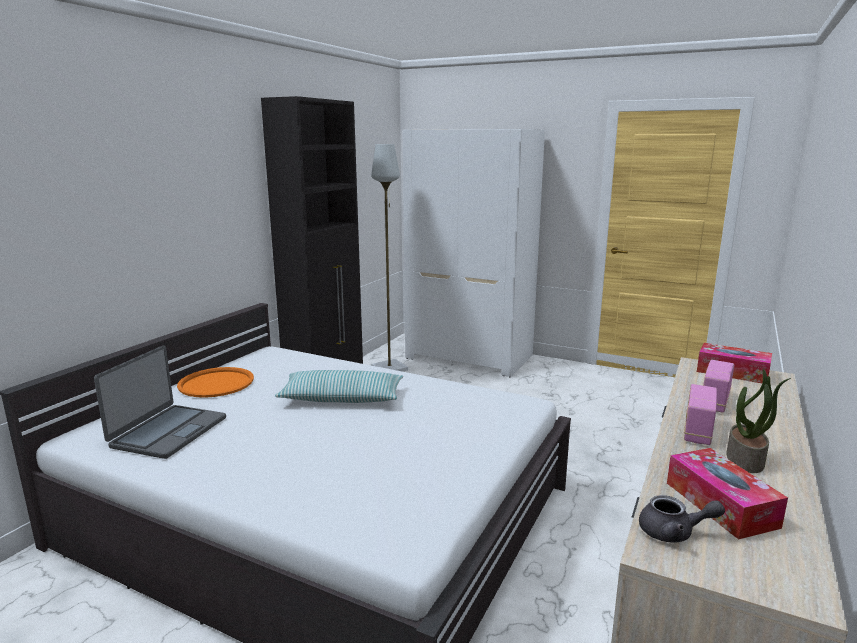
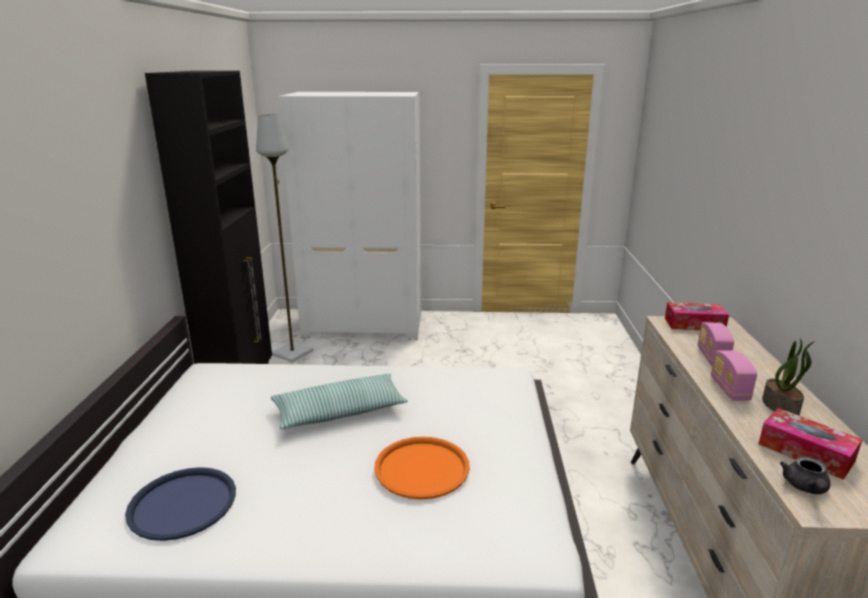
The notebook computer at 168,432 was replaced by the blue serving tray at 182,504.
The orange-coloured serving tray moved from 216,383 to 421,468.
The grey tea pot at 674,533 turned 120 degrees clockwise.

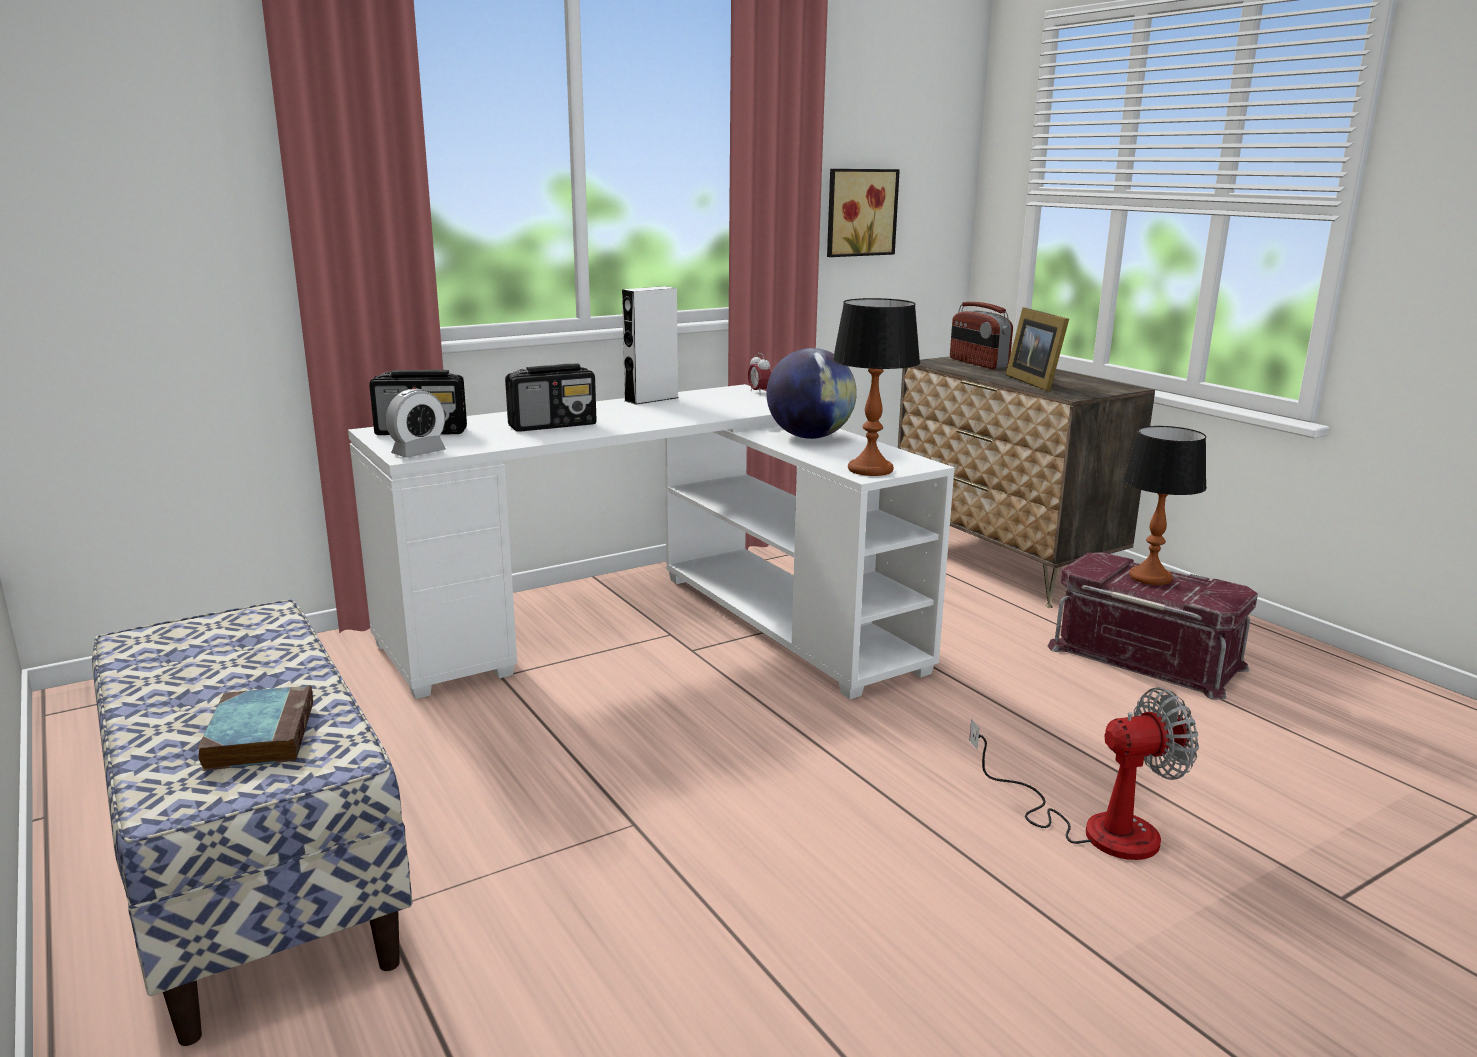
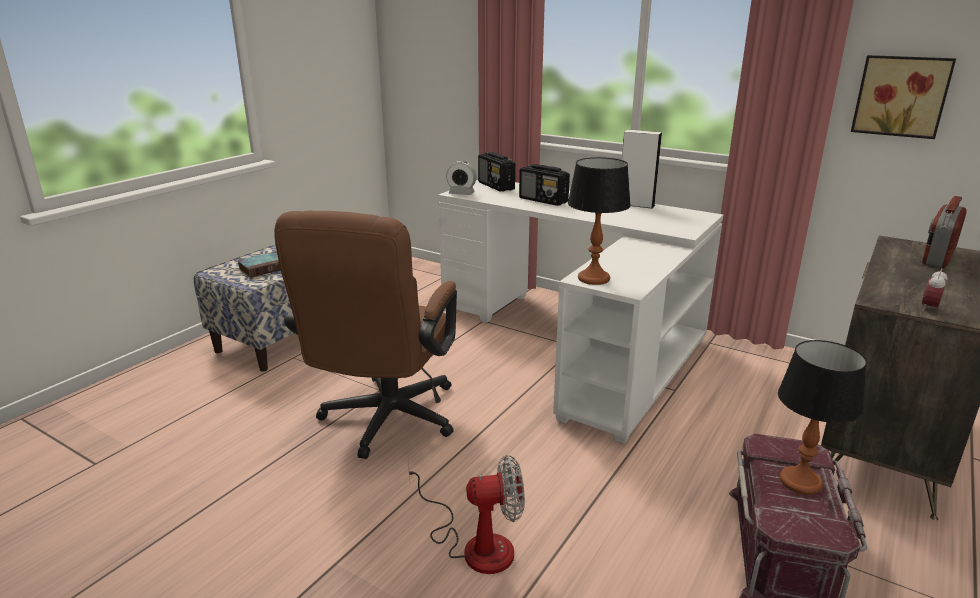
The brownish office chair at 385,423 appeared.
The fan at 1094,827 turned 60 degrees counterclockwise.
The table clock moved from 759,392 to 929,308.
The desk globe at 810,437 disappeared.
The photo frame at 1035,382 disappeared.

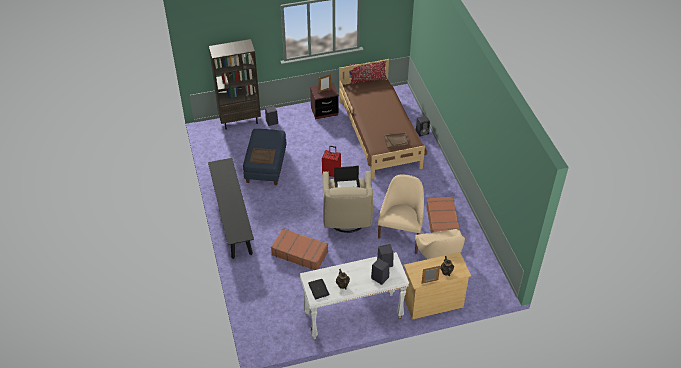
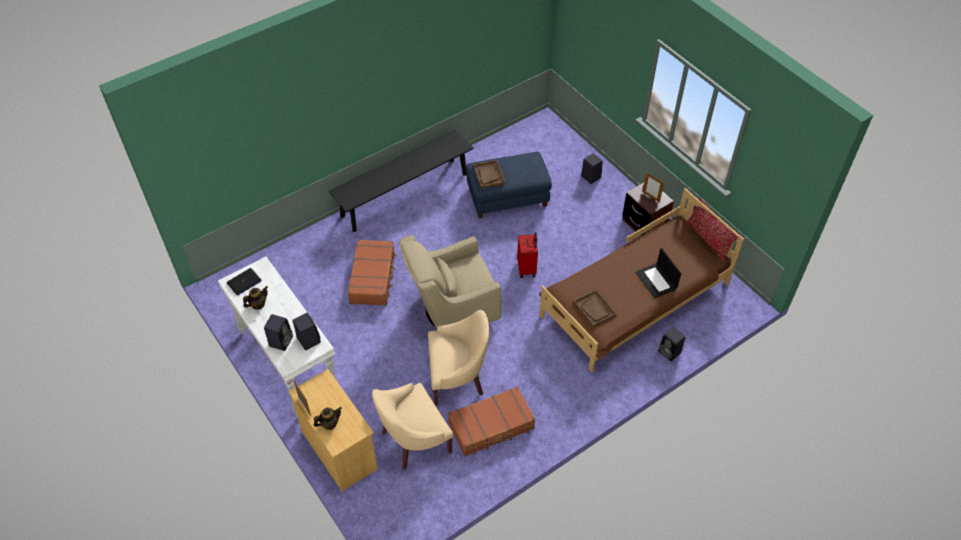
The notebook computer moved from 347,185 to 656,281.
The brownish bookshelf at 240,121 disappeared.

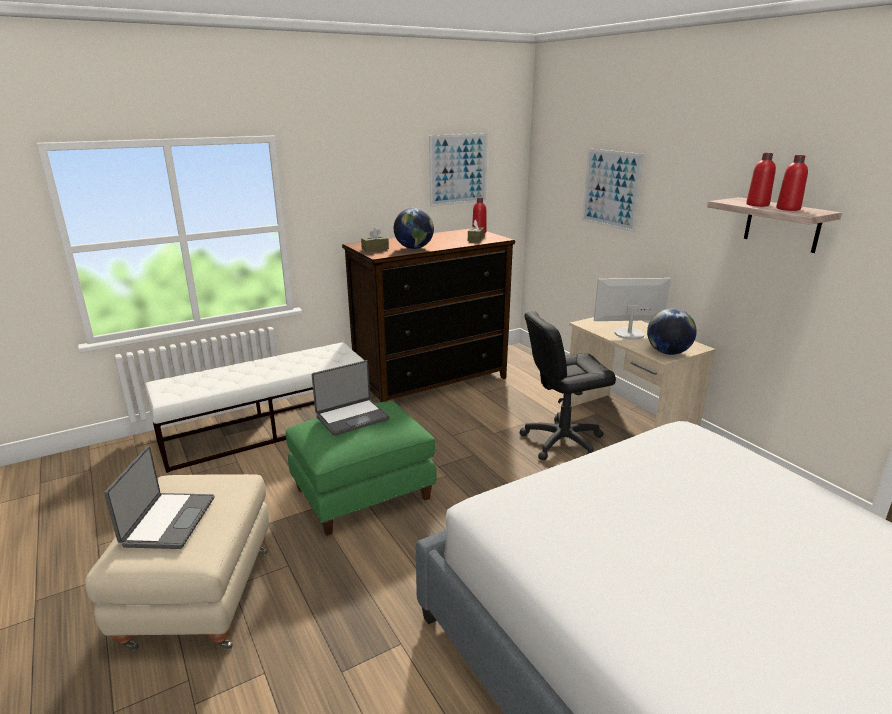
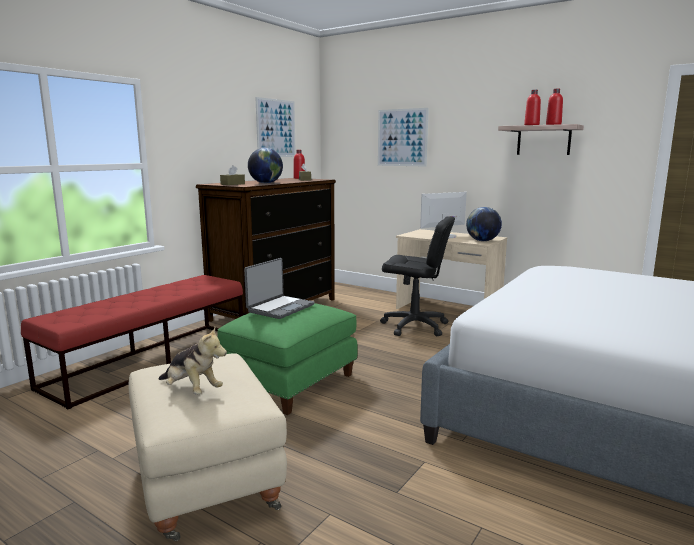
The white-coloured bench at 268,429 became the red-coloured bench at 151,360.
The notebook computer at 167,521 was replaced by the cuddly toy at 192,390.
The blackish office chair at 562,441 turned 120 degrees counterclockwise.

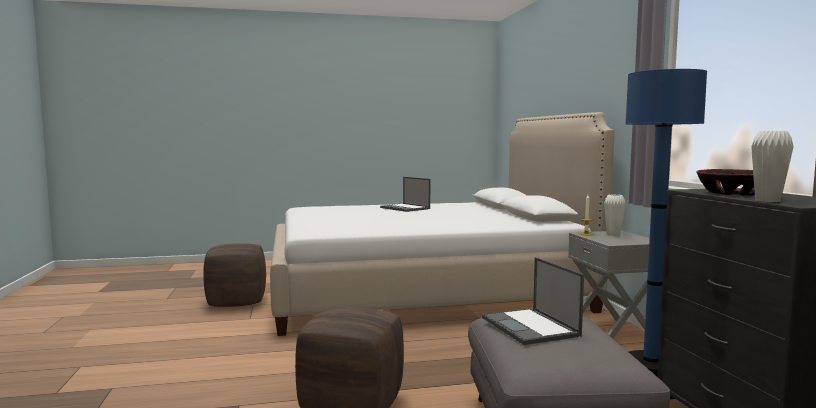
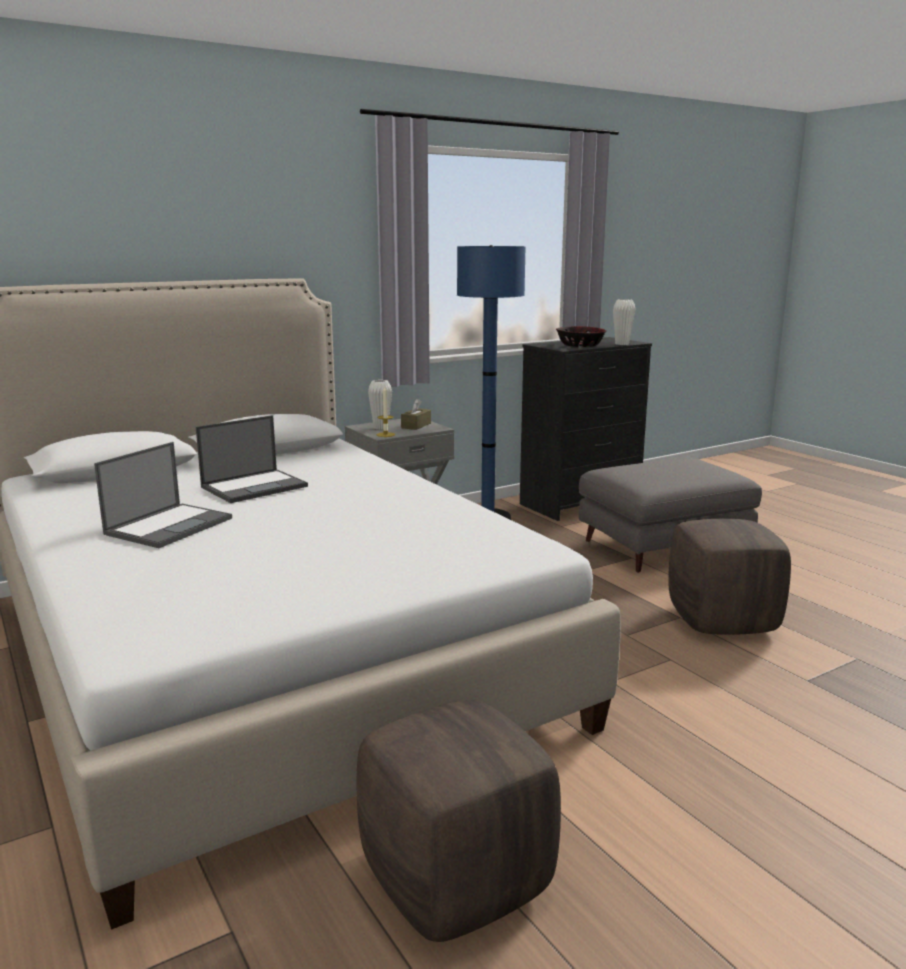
The notebook computer moved from 531,327 to 255,486.
The brownish tissue holder at 416,425 appeared.

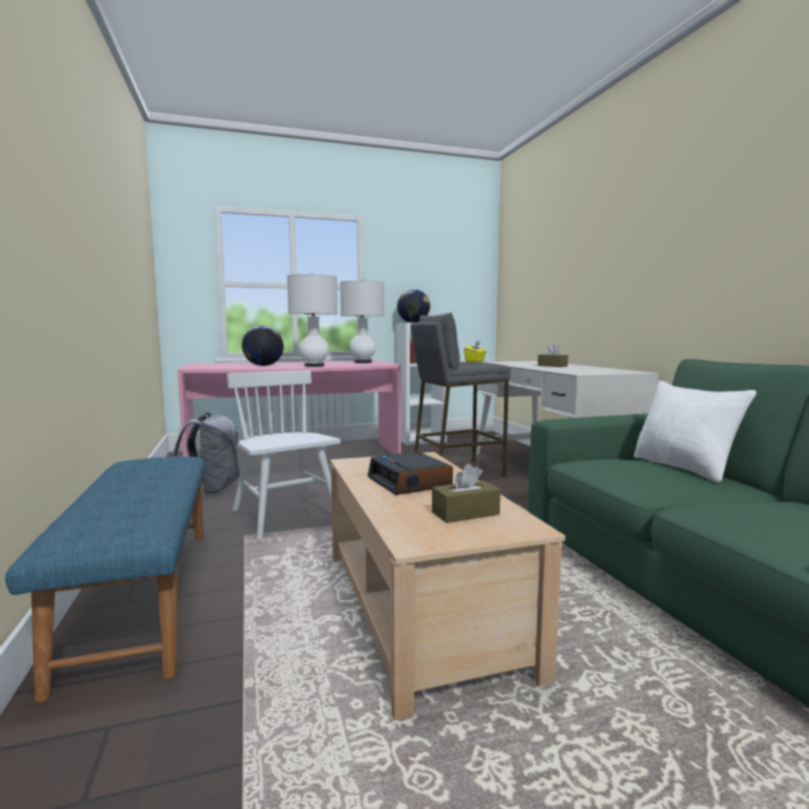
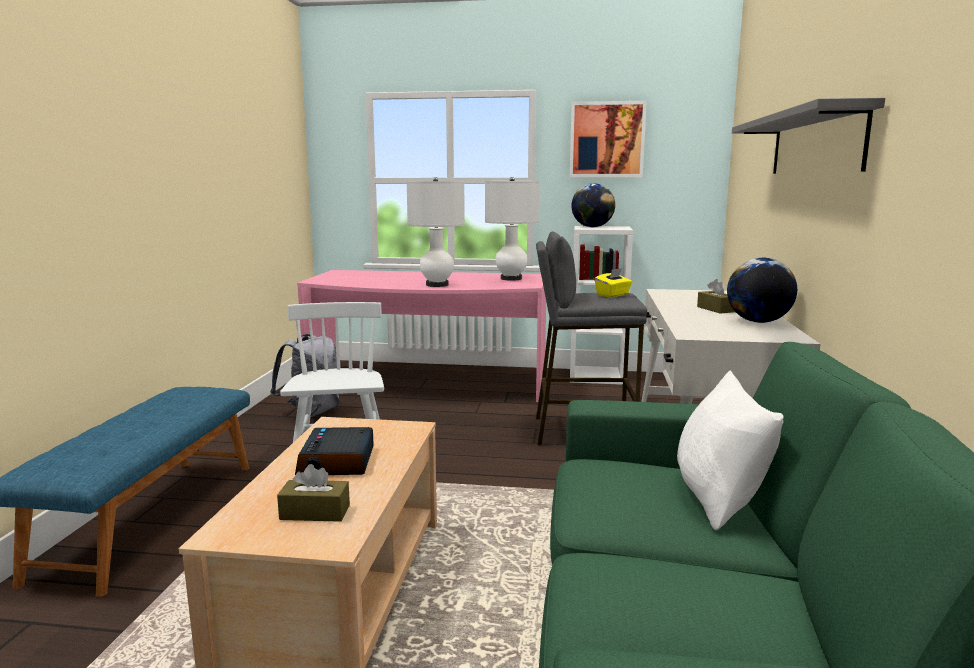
The wall picture at 607,139 appeared.
The desk globe moved from 263,366 to 758,322.
The grey wall shelf at 814,144 appeared.

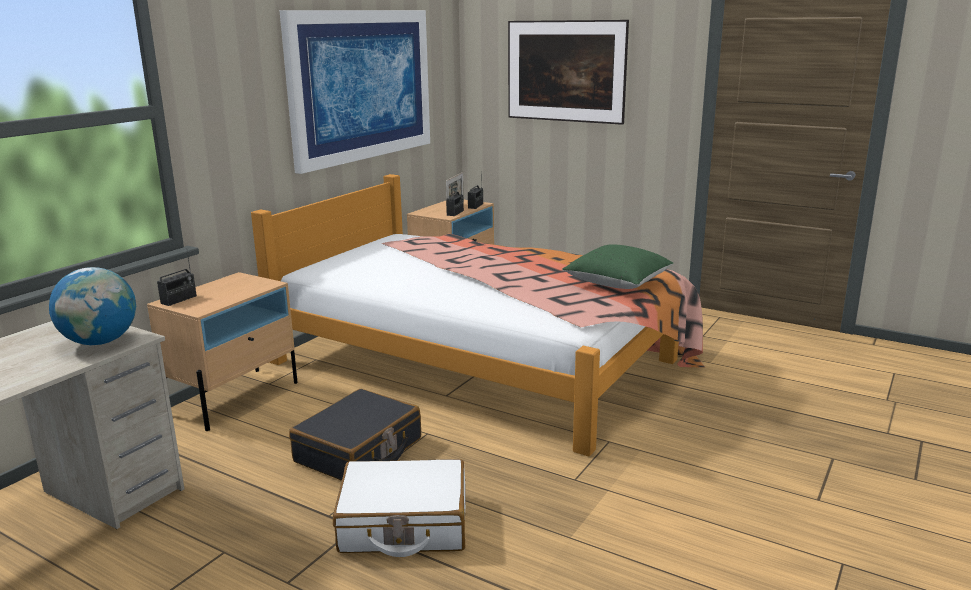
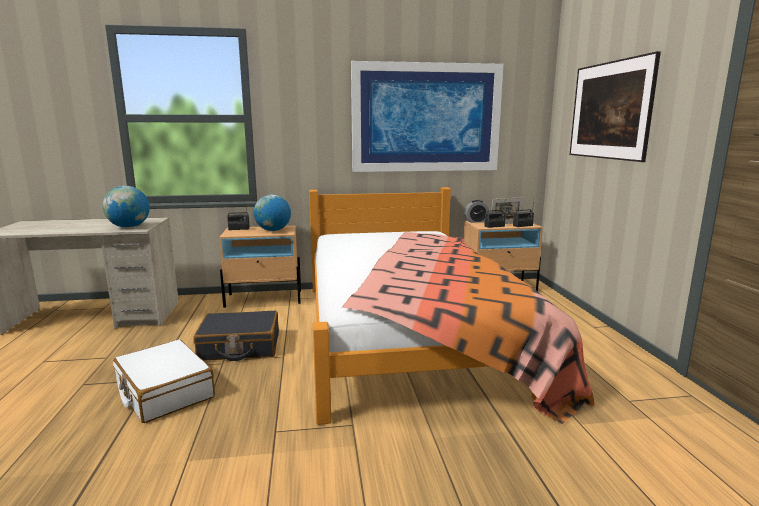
The desk globe at 273,230 appeared.
The table clock at 476,221 appeared.
The greenish pillow at 617,283 disappeared.

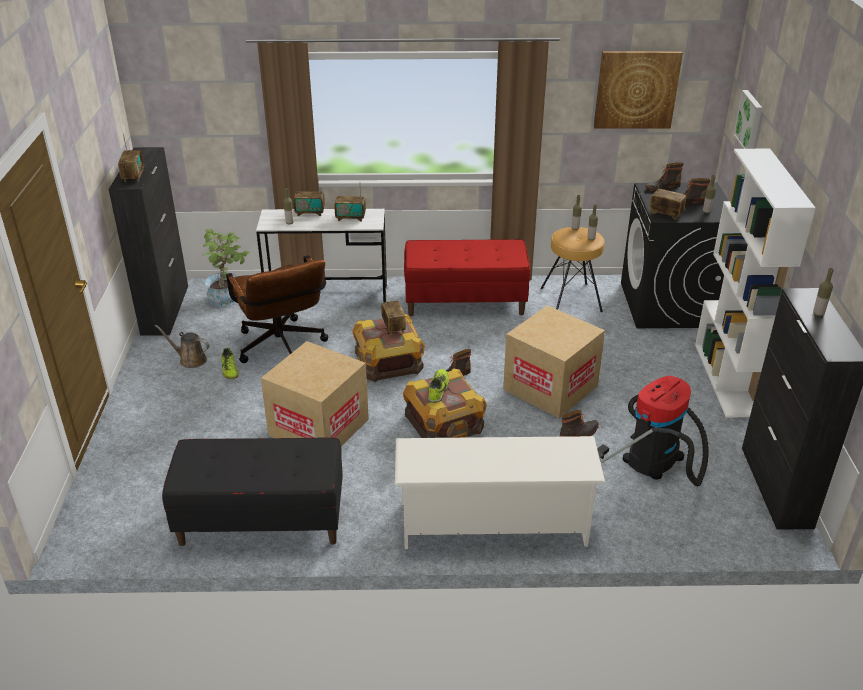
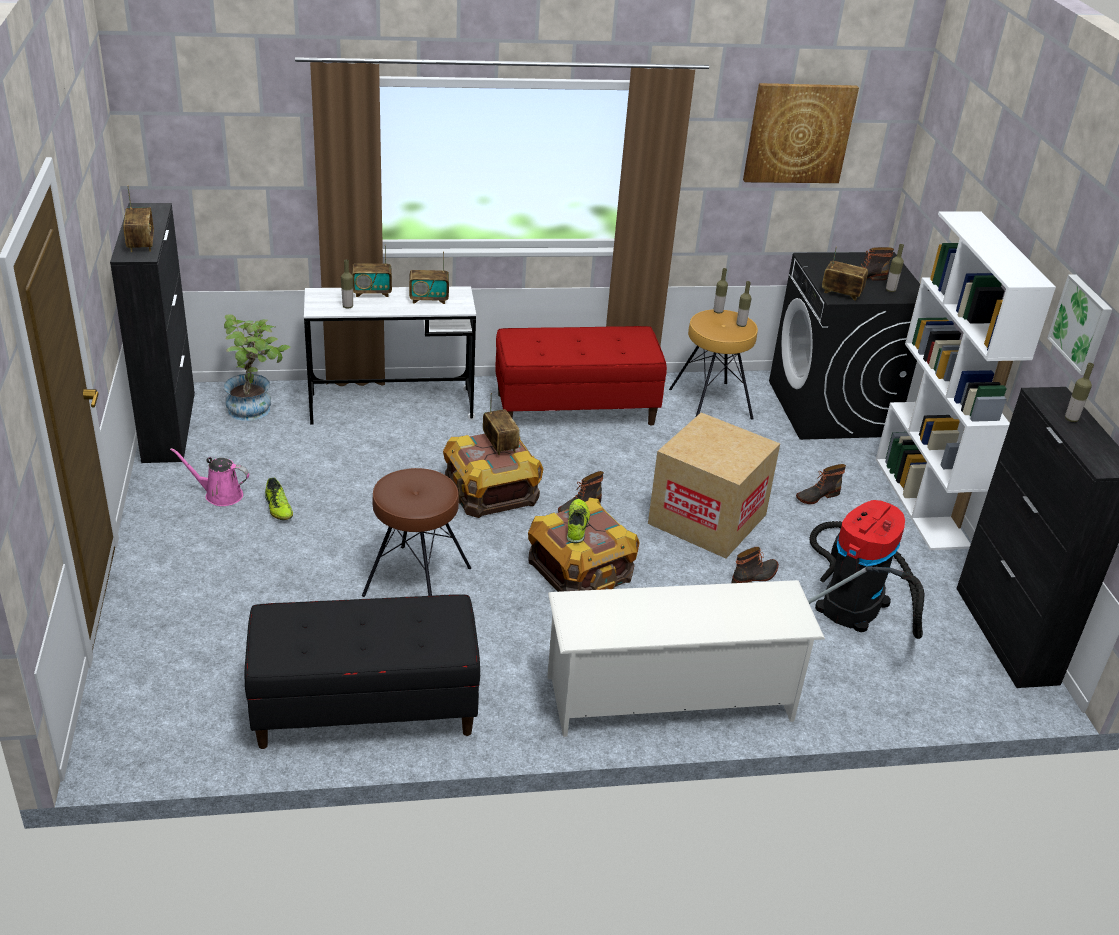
The brownish watering pot at 190,359 became the pink-coloured watering pot at 220,495.
The carton at 319,427 was replaced by the brownish stool seat at 416,581.
The boot moved from 662,187 to 817,496.
The wall picture moved from 750,121 to 1082,324.
The brownish office chair at 282,349 disappeared.

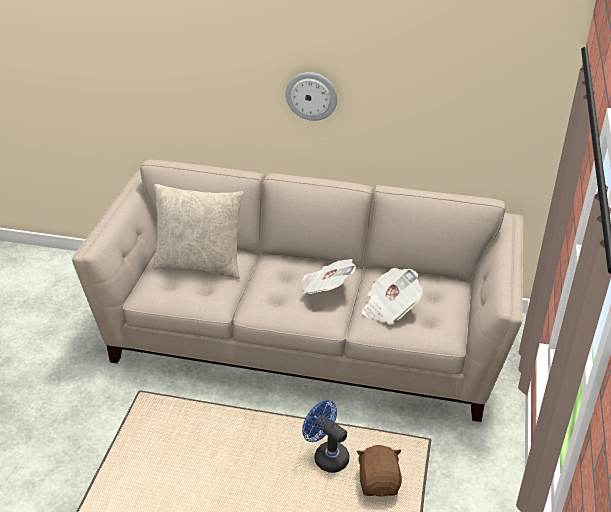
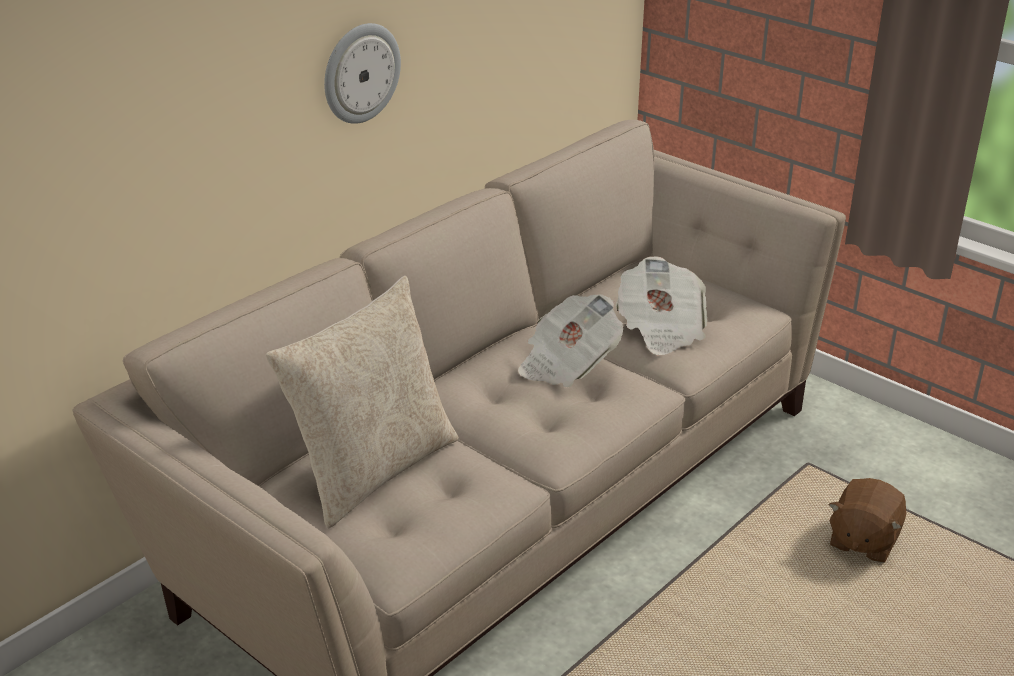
The brownish cuddly toy at 379,483 turned 90 degrees counterclockwise.
The blue fan at 326,456 disappeared.

